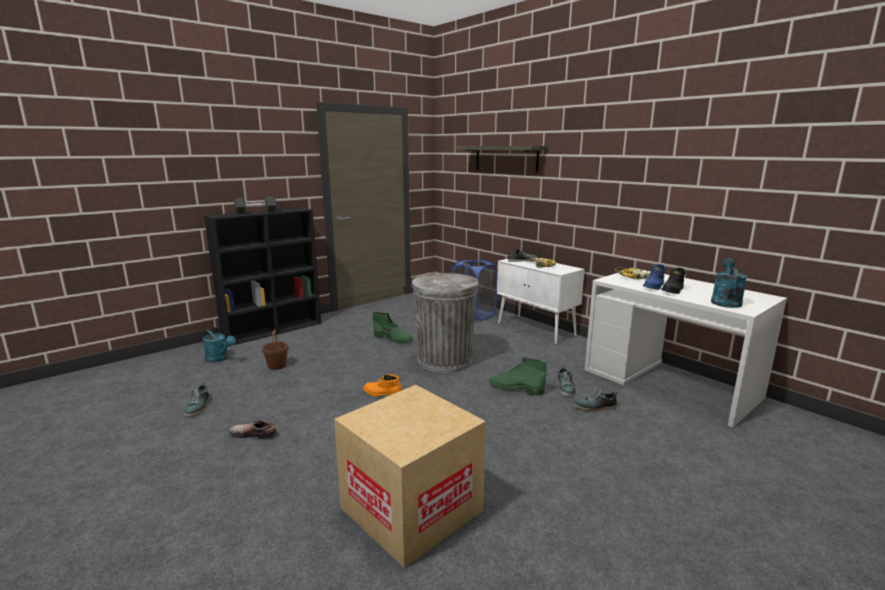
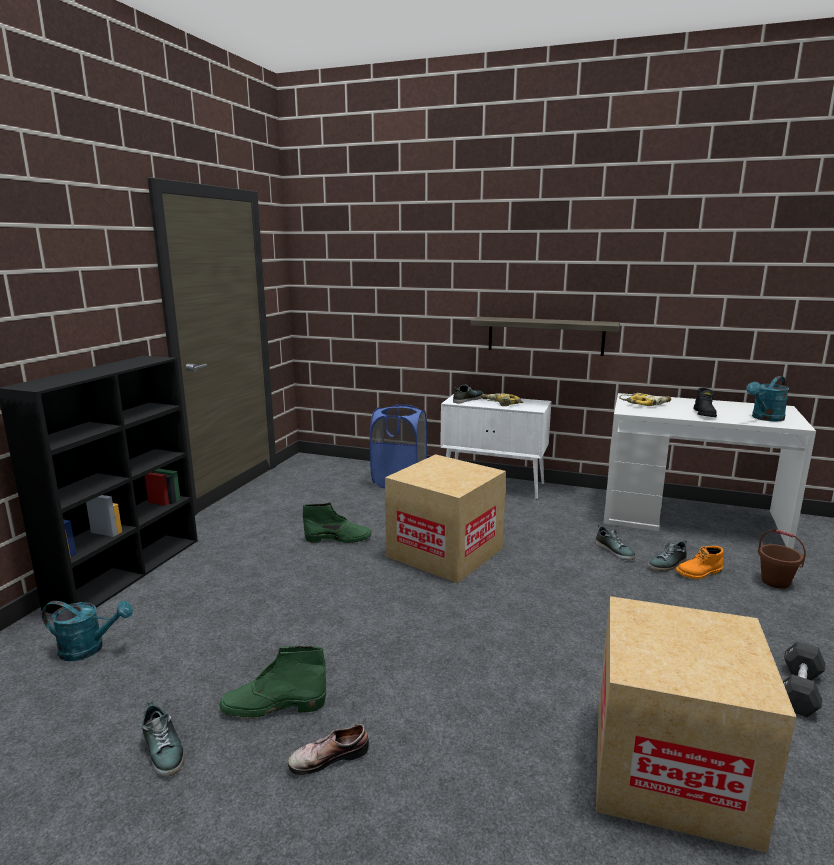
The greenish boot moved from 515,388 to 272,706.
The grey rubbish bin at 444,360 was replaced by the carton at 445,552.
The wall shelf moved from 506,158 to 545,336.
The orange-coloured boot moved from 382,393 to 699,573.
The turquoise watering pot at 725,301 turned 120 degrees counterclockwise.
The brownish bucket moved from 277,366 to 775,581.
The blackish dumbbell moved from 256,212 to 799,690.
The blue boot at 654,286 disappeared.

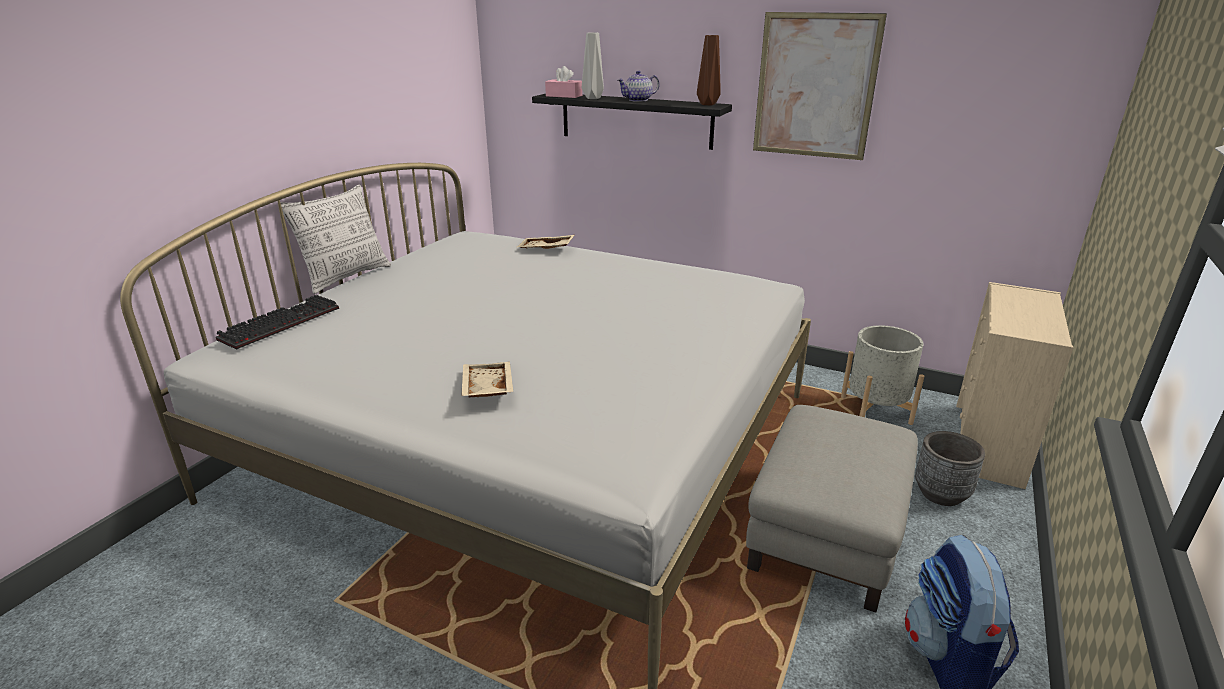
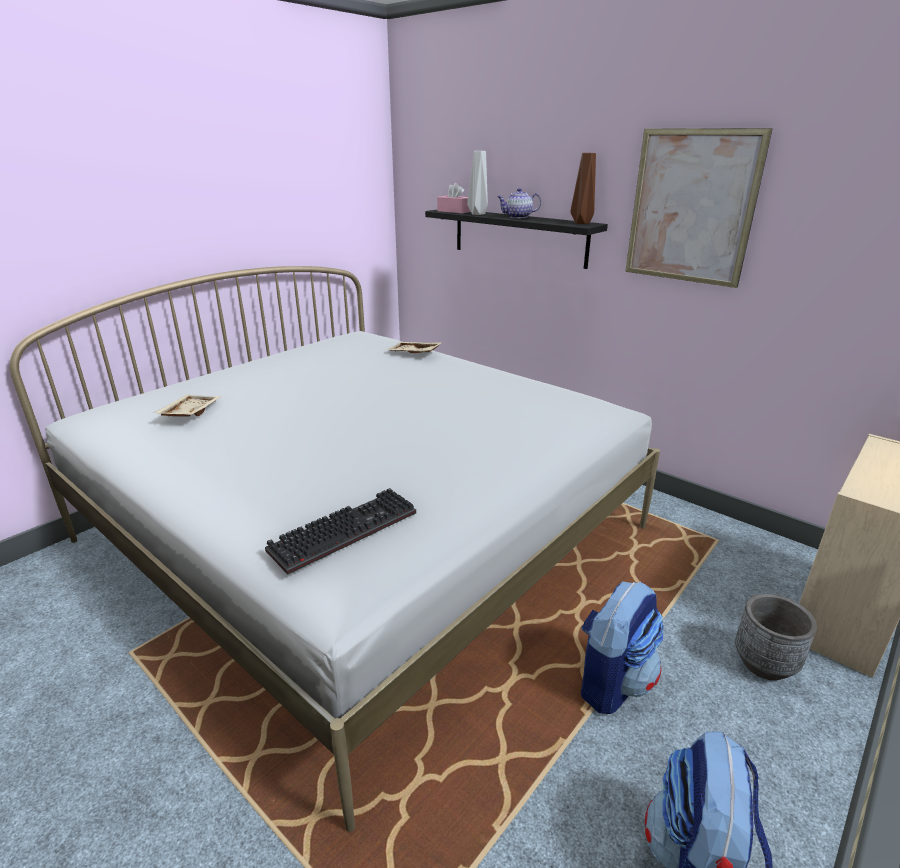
The beige serving tray moved from 486,389 to 189,413.
The PC keyboard moved from 281,322 to 345,529.
The grey pouffe at 825,532 was replaced by the backpack at 612,681.
The pillow at 346,277 disappeared.
The grey flower pot at 875,410 disappeared.

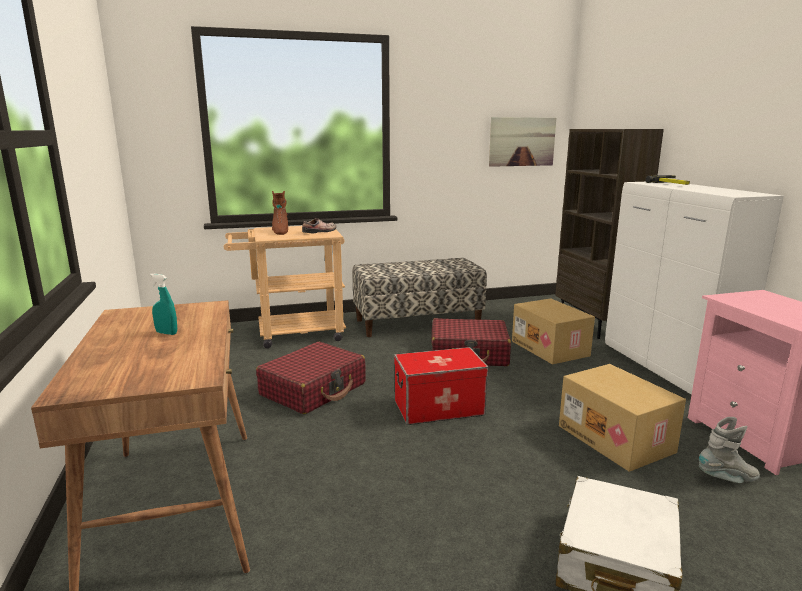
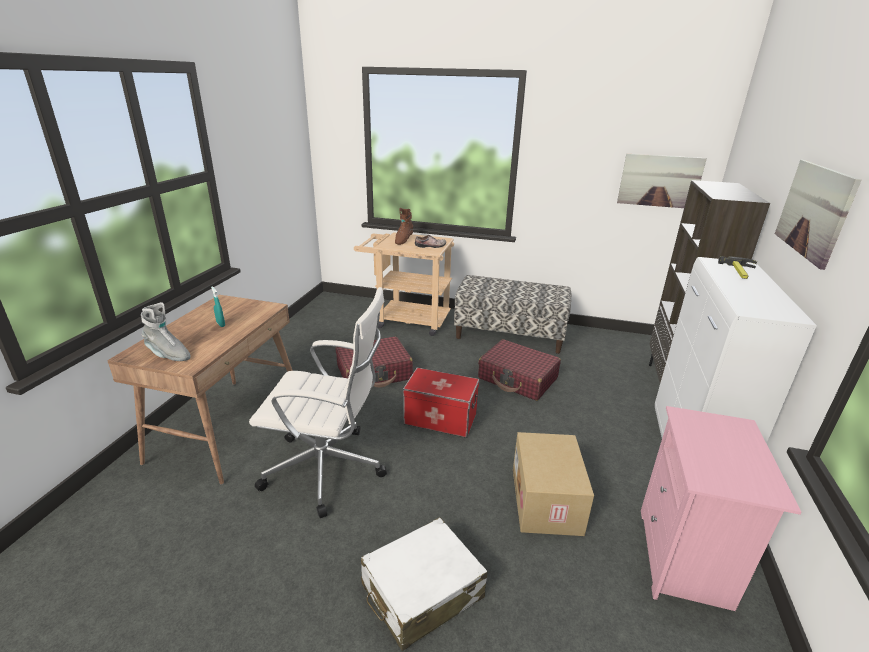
The grey boot moved from 727,479 to 168,355.
The white-coloured office chair at 328,469 appeared.
The wall picture at 814,210 appeared.
The carton at 551,348 disappeared.

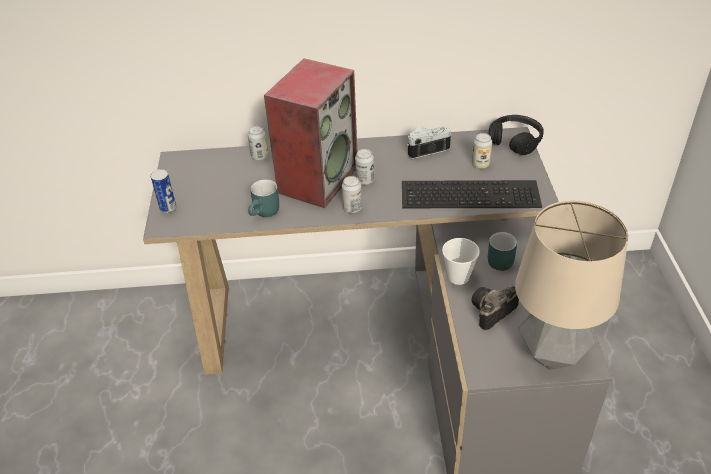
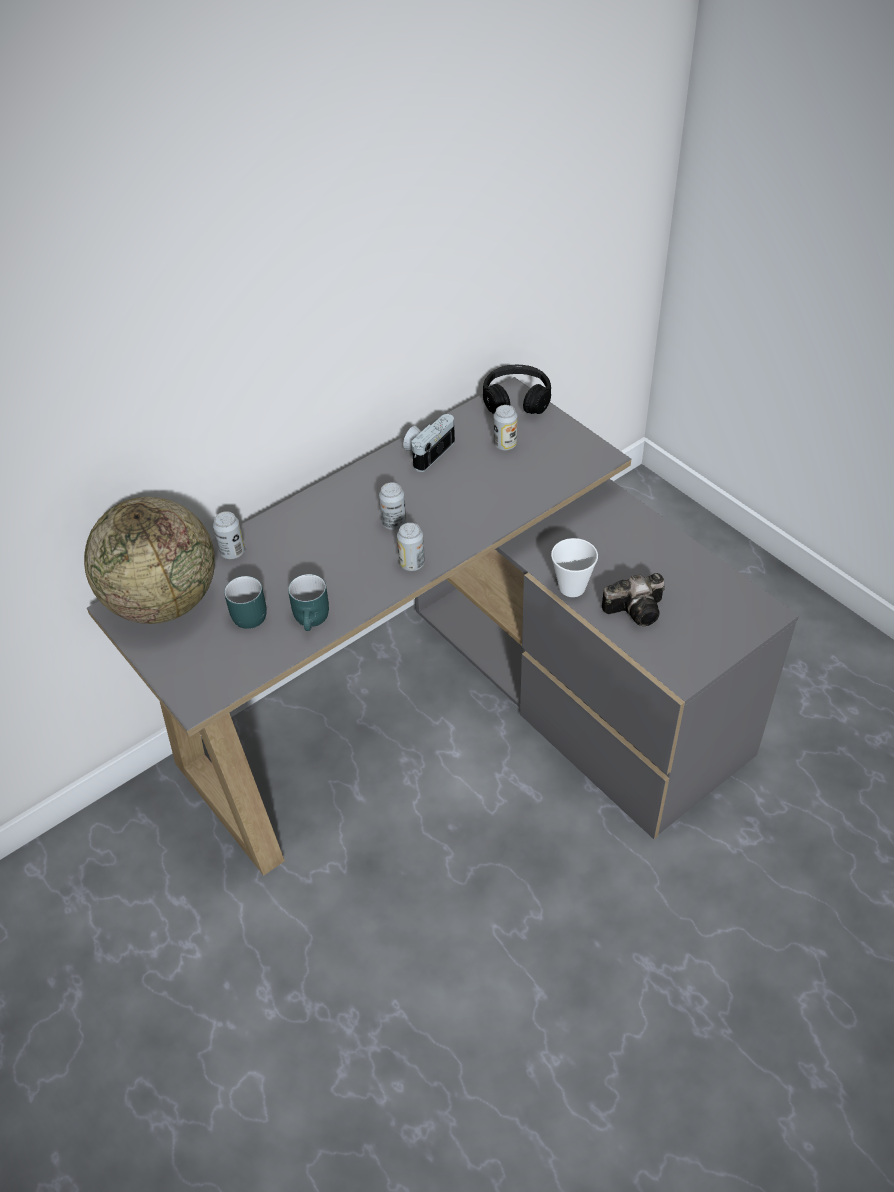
The desk globe at 163,602 appeared.
The turquoise coffee mug moved from 498,259 to 245,613.
The still camera at 491,313 turned 120 degrees counterclockwise.
The can at 168,208 disappeared.
The speaker at 317,179 disappeared.
The PC keyboard at 471,193 disappeared.
The table lamp at 552,354 disappeared.

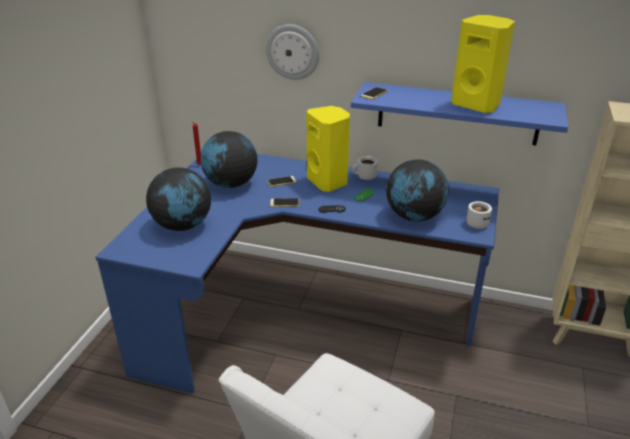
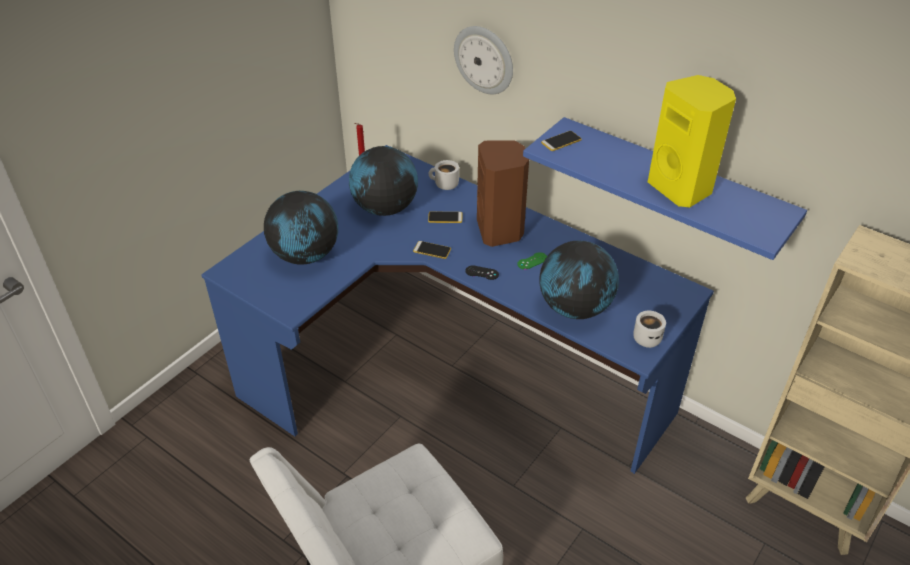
The white-coloured coffee mug moved from 365,177 to 444,185.
The yellow speaker at 328,182 became the brownish speaker at 500,231.

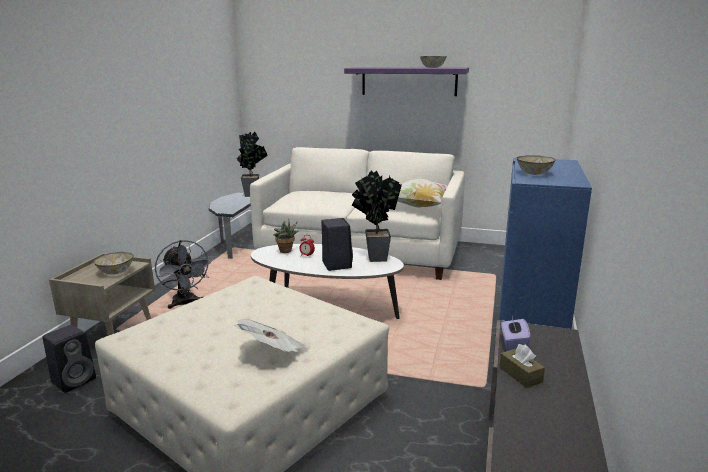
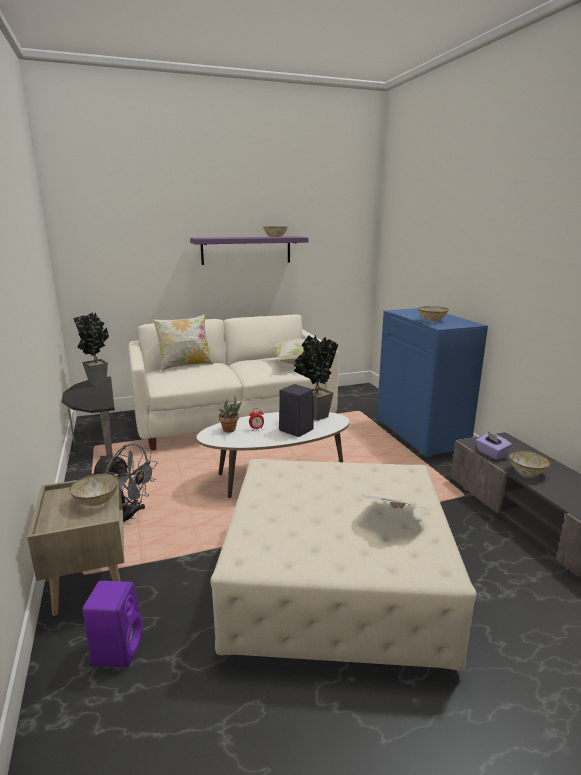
The blackish speaker at 75,380 became the purple-coloured speaker at 118,648.
The pillow at 185,365 appeared.
The brownish tissue holder at 520,375 was replaced by the deep dish at 526,472.

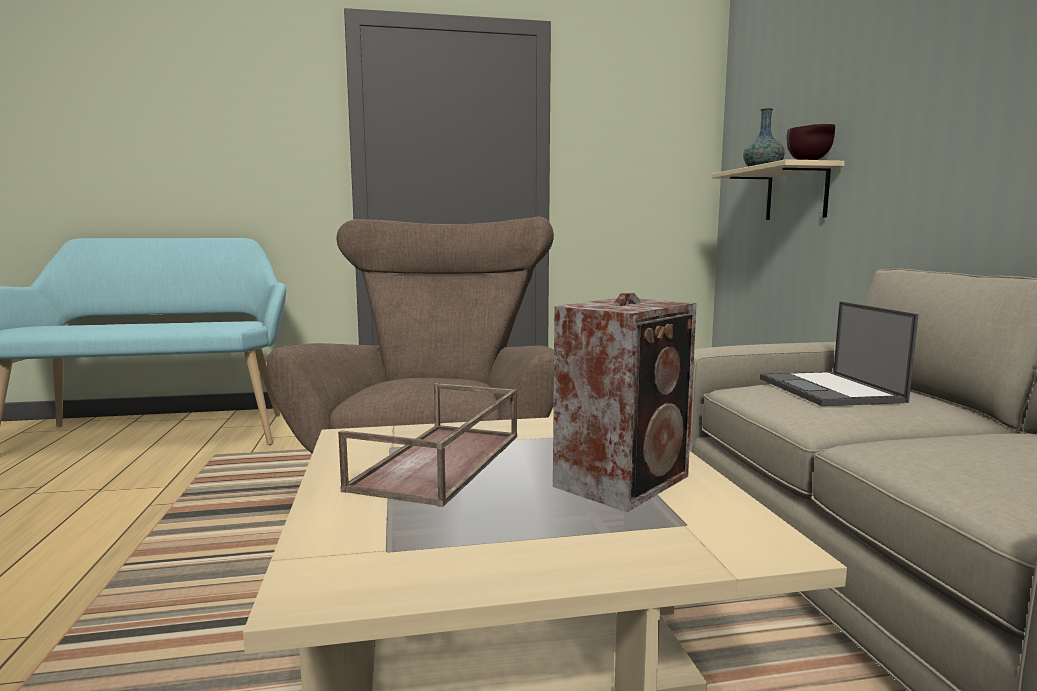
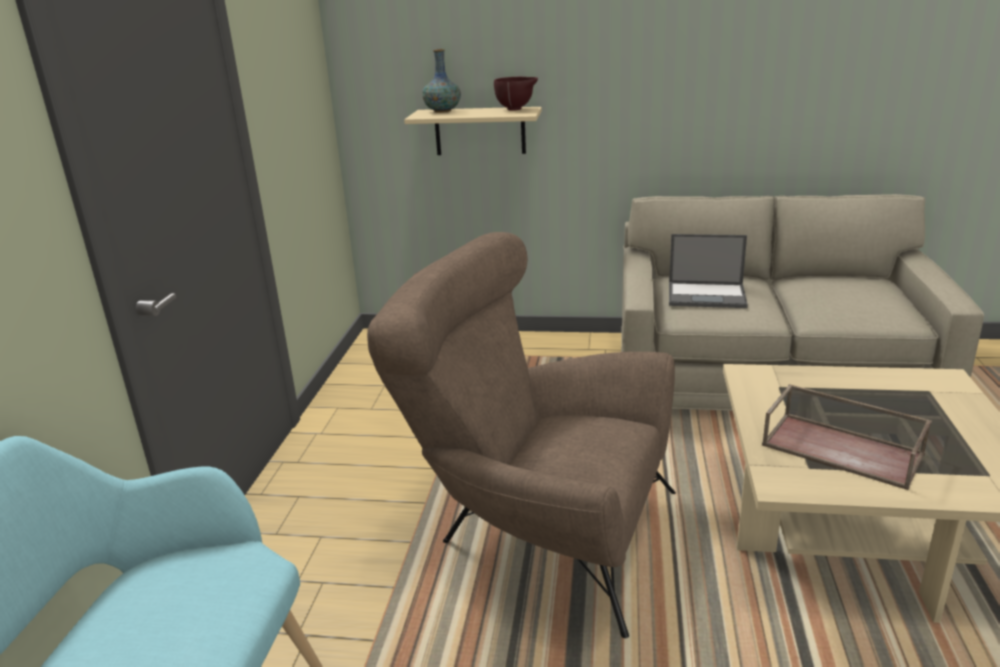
The speaker at 625,480 disappeared.

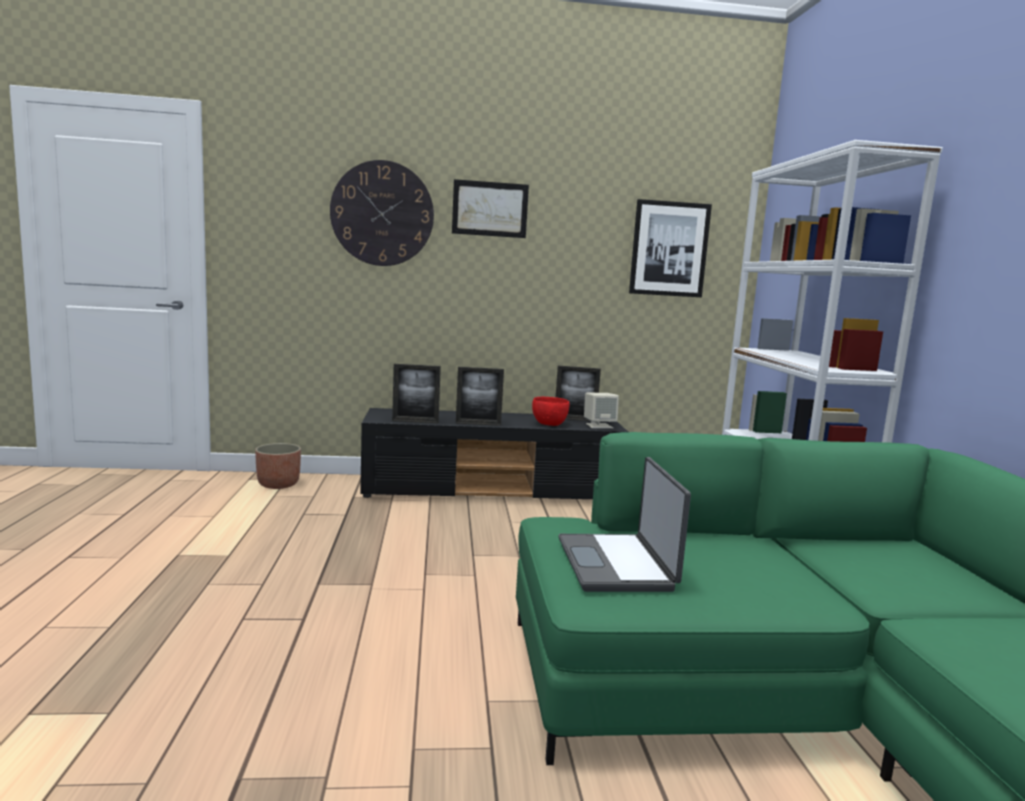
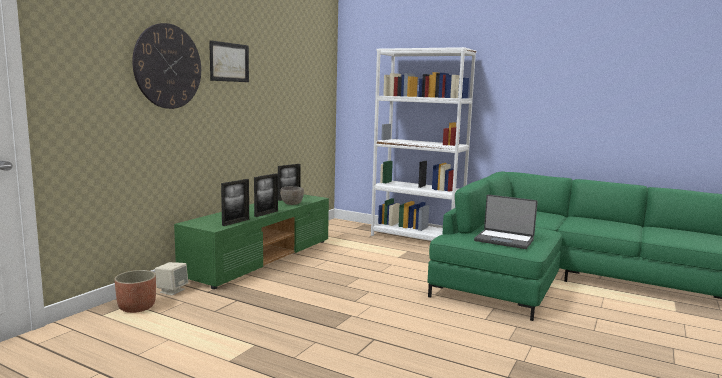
The beige speaker moved from 599,426 to 172,290.
The blackish media console at 493,490 became the greenish media console at 261,258.
The red-coloured deep dish at 549,424 became the grey deep dish at 292,204.
The wall picture at 669,249 disappeared.

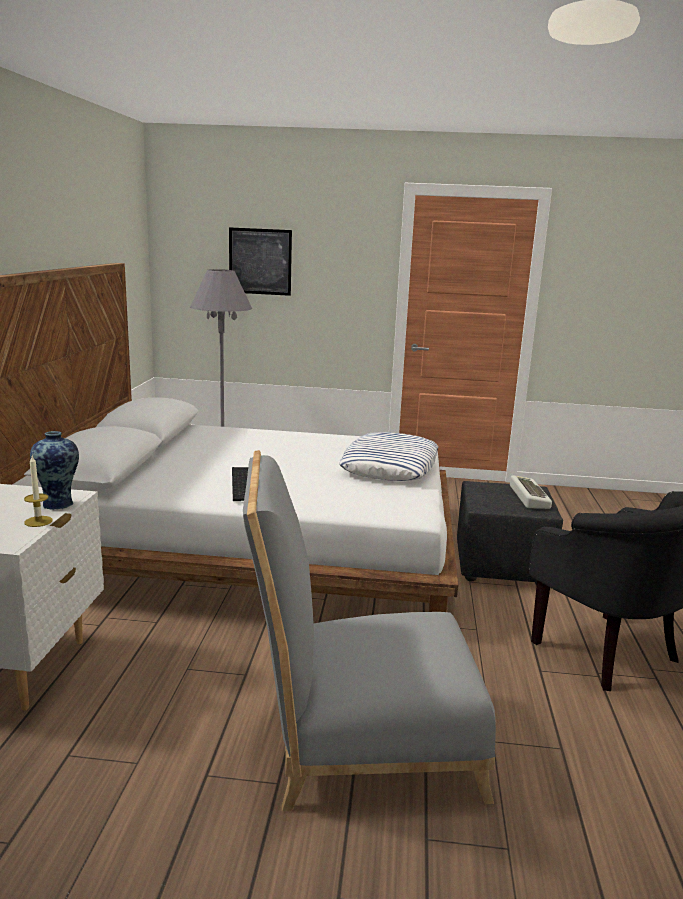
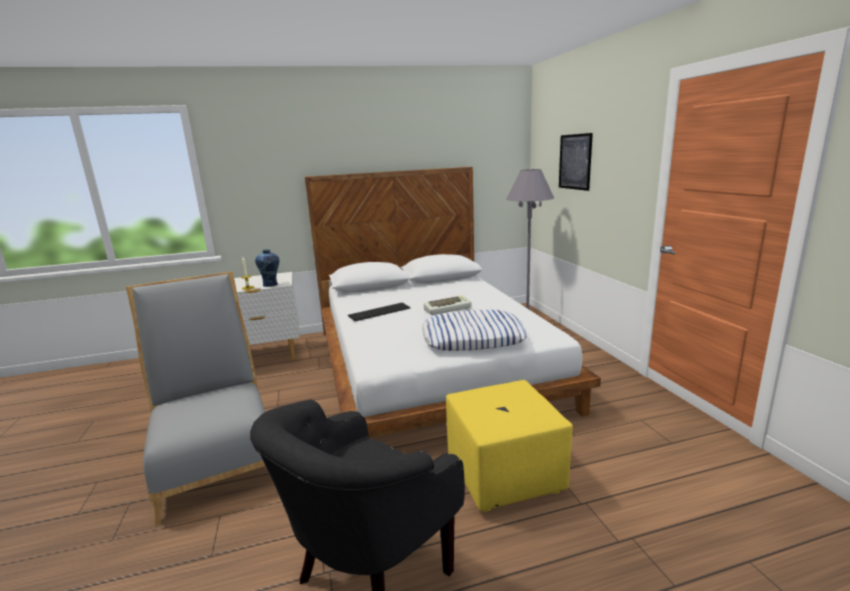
The PC keyboard moved from 527,497 to 447,308.
The blackish pouffe at 500,566 became the yellow pouffe at 504,474.

